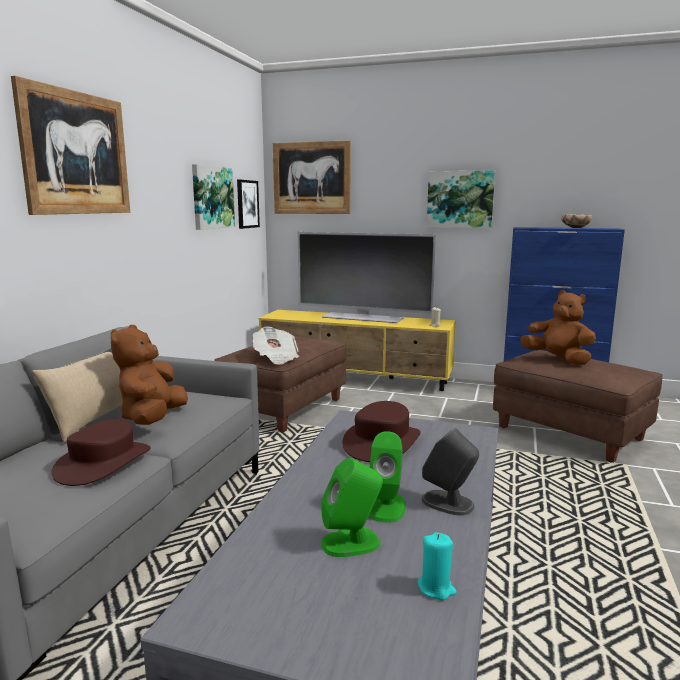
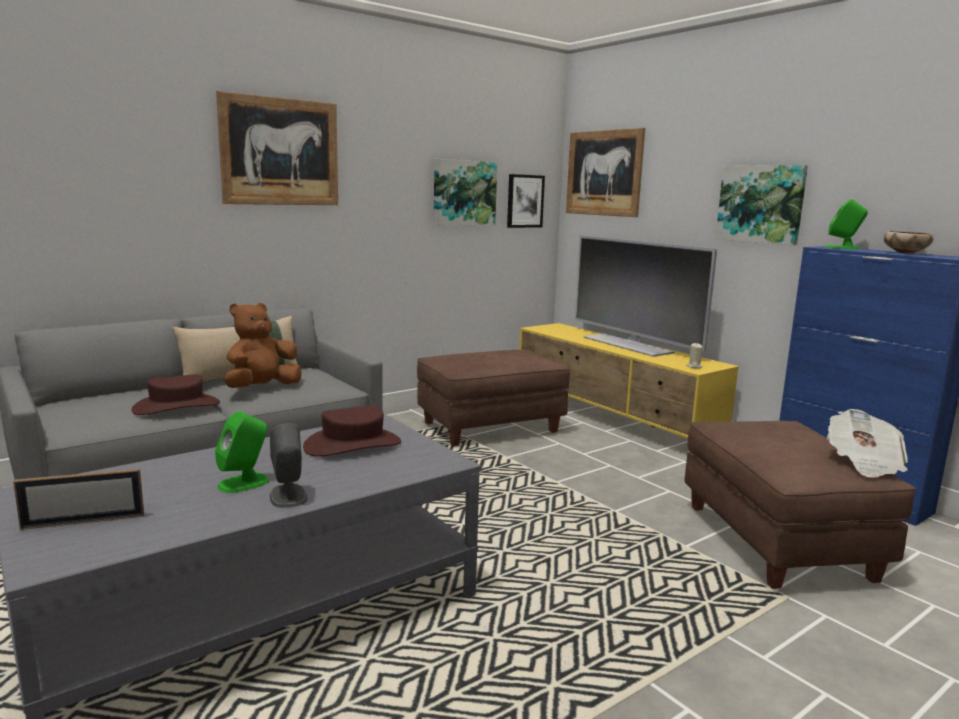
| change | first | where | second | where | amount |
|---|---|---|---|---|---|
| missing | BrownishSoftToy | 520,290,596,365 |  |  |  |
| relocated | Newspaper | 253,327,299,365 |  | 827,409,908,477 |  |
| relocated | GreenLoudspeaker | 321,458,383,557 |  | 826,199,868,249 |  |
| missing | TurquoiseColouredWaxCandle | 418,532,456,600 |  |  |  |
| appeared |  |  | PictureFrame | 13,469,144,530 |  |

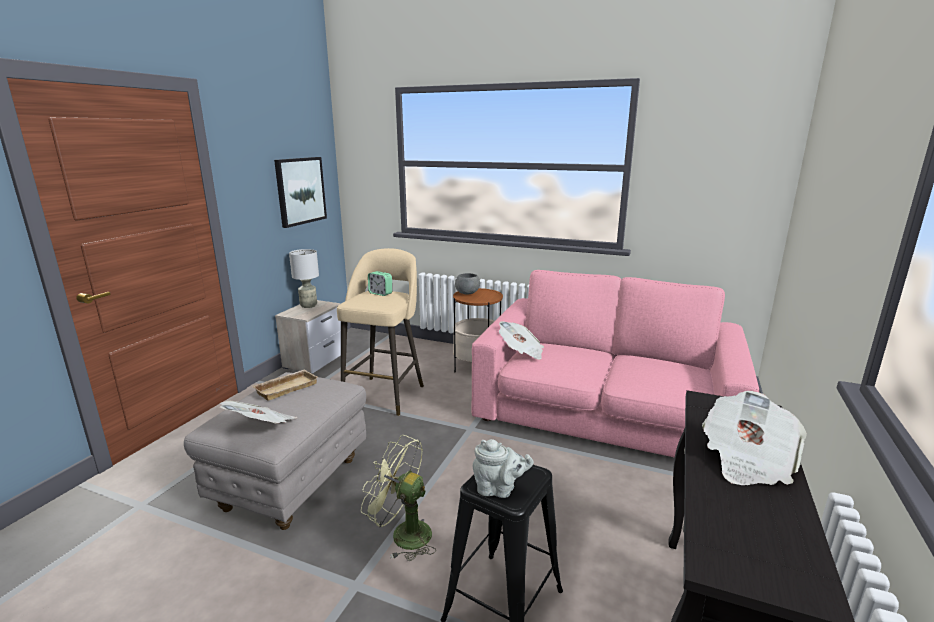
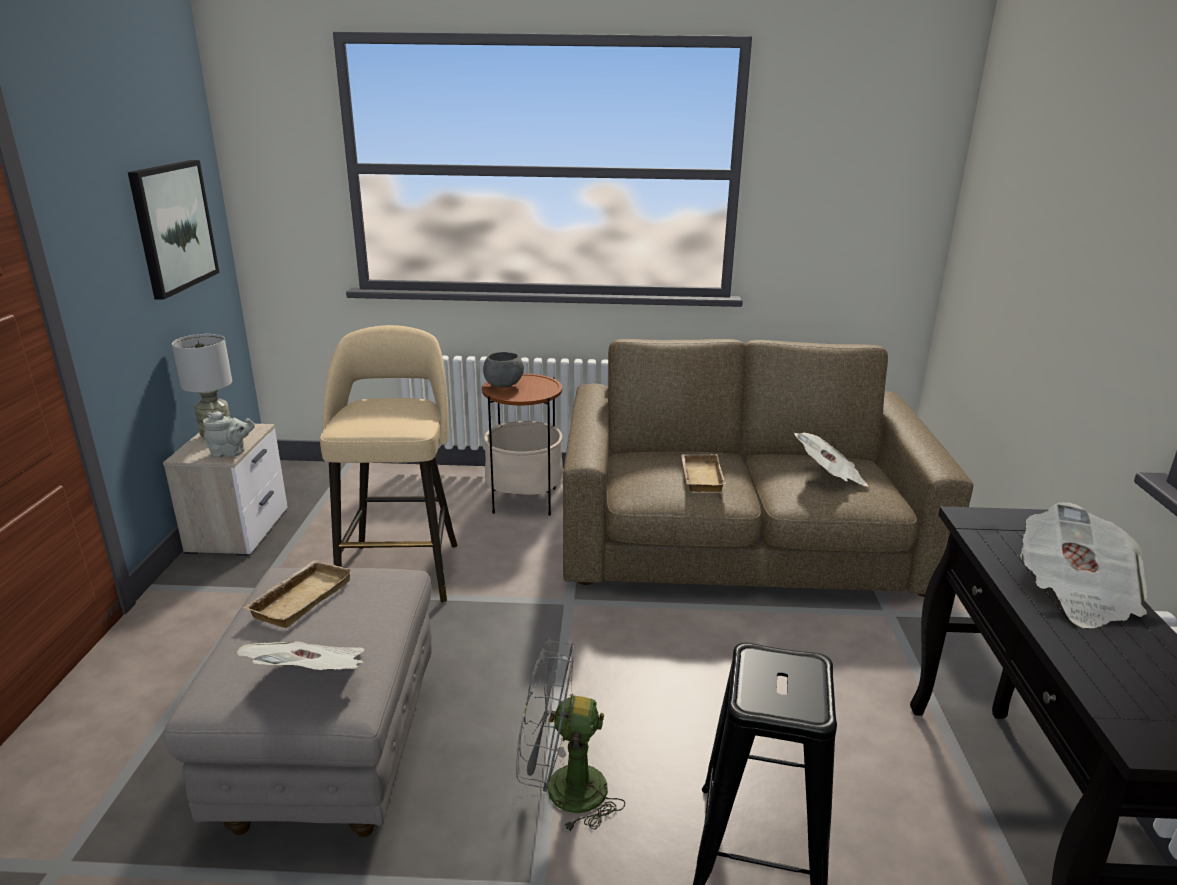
| change | first | where | second | where | amount |
|---|---|---|---|---|---|
| colour | PinkSettee | 472,270,759,458 | BrownishSettee | 563,339,973,597 |  |
| missing | AlarmClock | 368,271,392,296 |  |  |  |
| relocated | Newspaper | 499,321,544,360 |  | 794,433,869,486 |  |
| colour | GreenElectricFan | 361,435,436,561 | GrayElectricFan | 516,641,625,833 |  |
| relocated | GrayPotForTea | 473,439,534,498 |  | 203,411,255,458 |  |
| appeared |  |  | BeigeColouredServingTray | 681,454,726,492 |  |

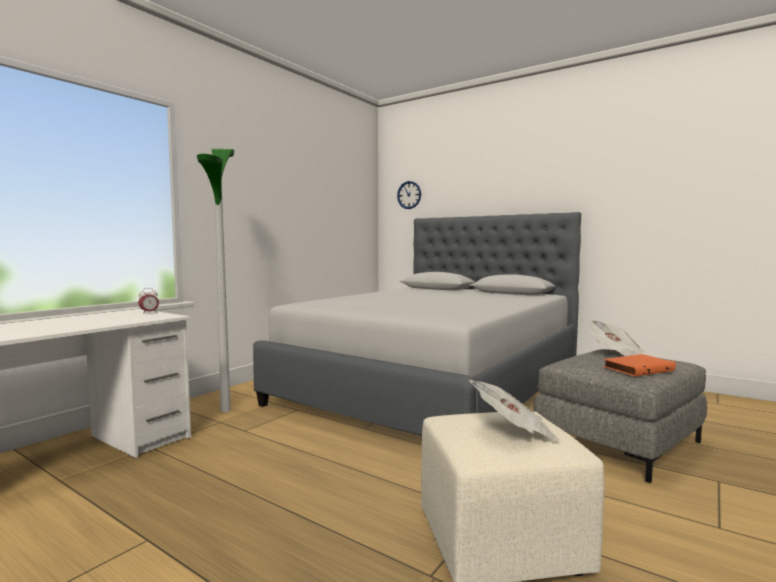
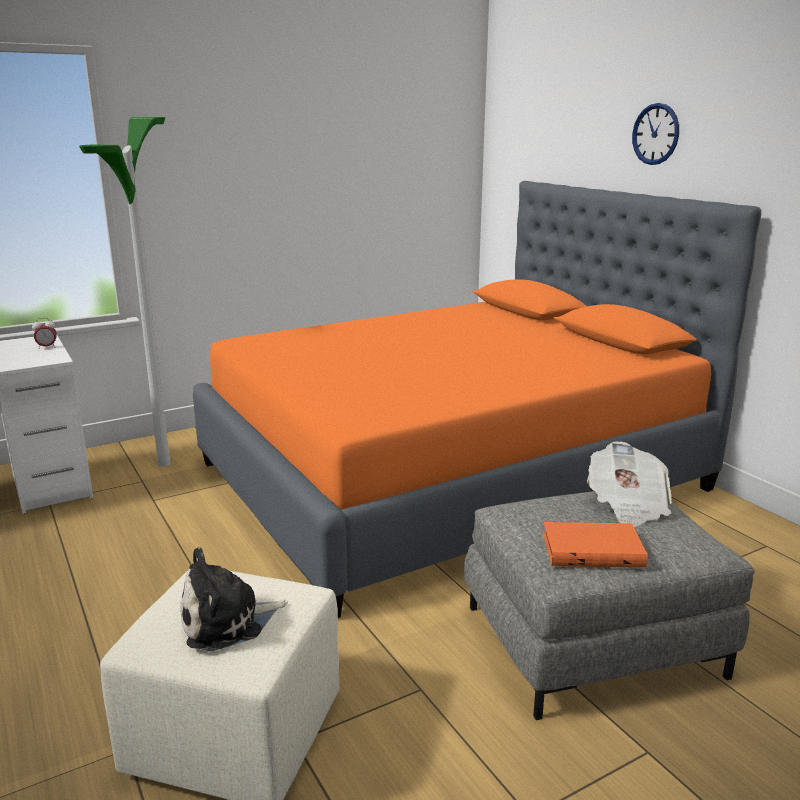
| change | first | where | second | where | amount |
|---|---|---|---|---|---|
| relocated | ClockOnTheWall | 397,181,421,209 |  | 632,103,679,165 |  |
| colour | GraySleepingBed | 253,212,581,436 | OrangeColouredSleepingBed | 193,181,761,618 |  |
| exchanged | Newspaper | 469,380,560,441 | SoftToy | 180,547,288,651 |  |

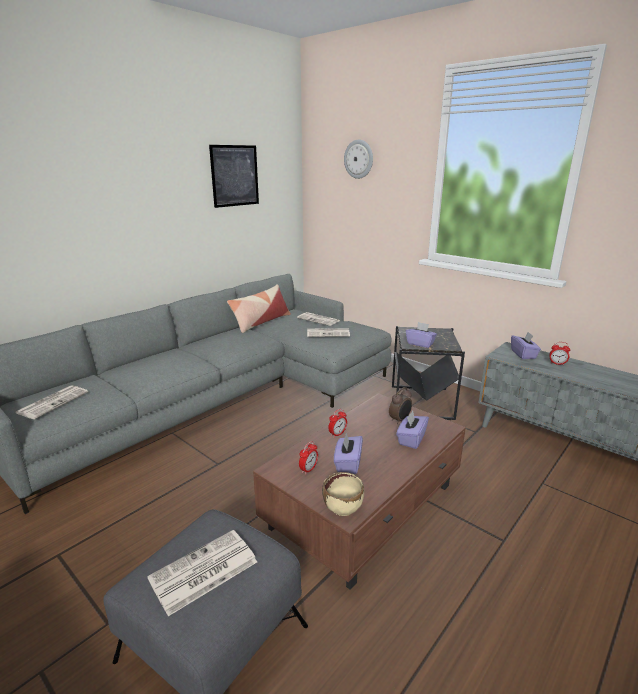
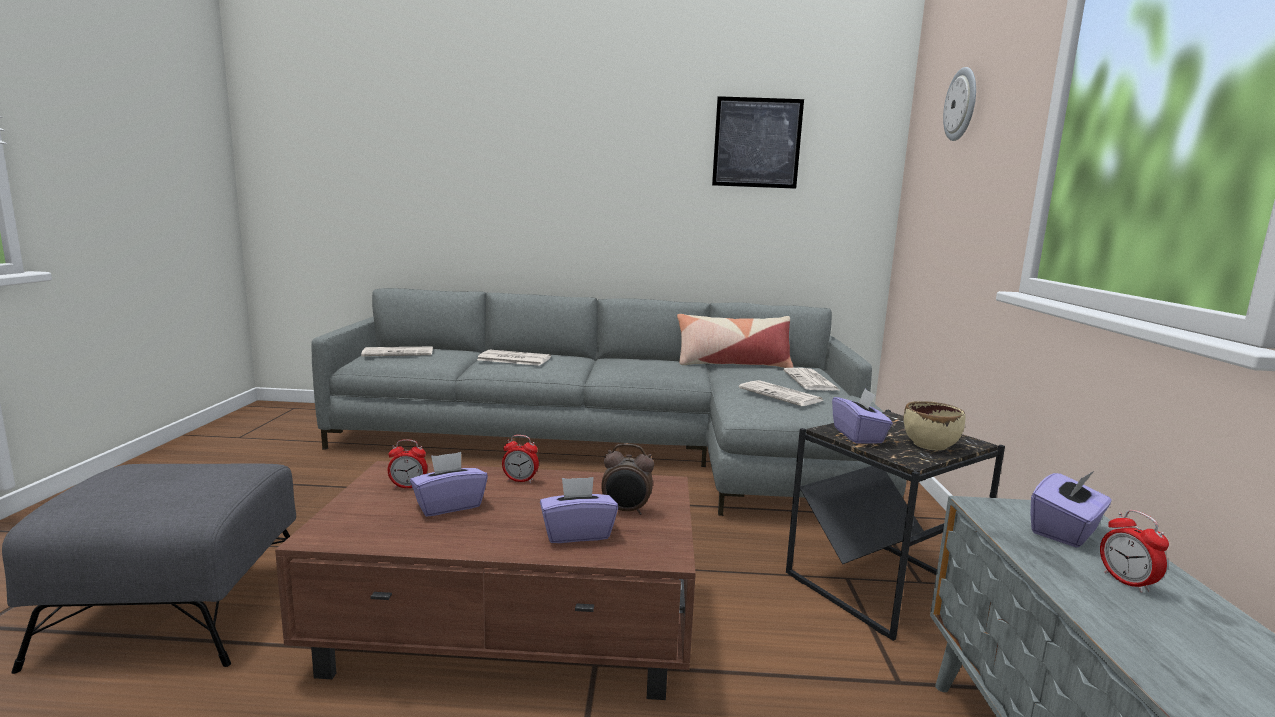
| change | first | where | second | where | amount |
|---|---|---|---|---|---|
| relocated | BeigeColouredDeepDish | 322,472,364,516 |  | 903,401,965,451 |  |
| relocated | Newspaper | 147,530,257,616 |  | 477,350,551,366 |  |

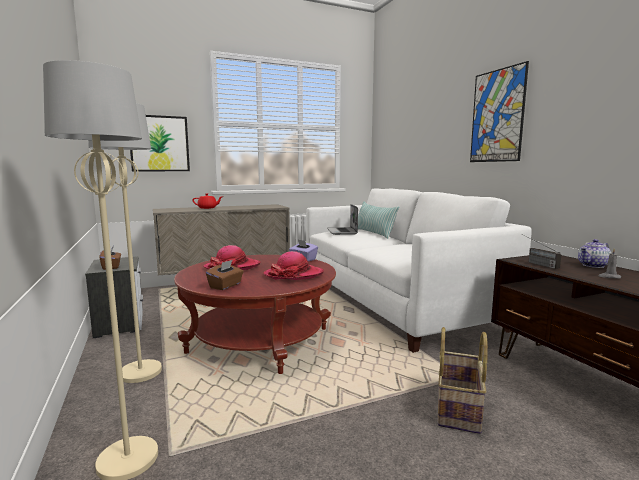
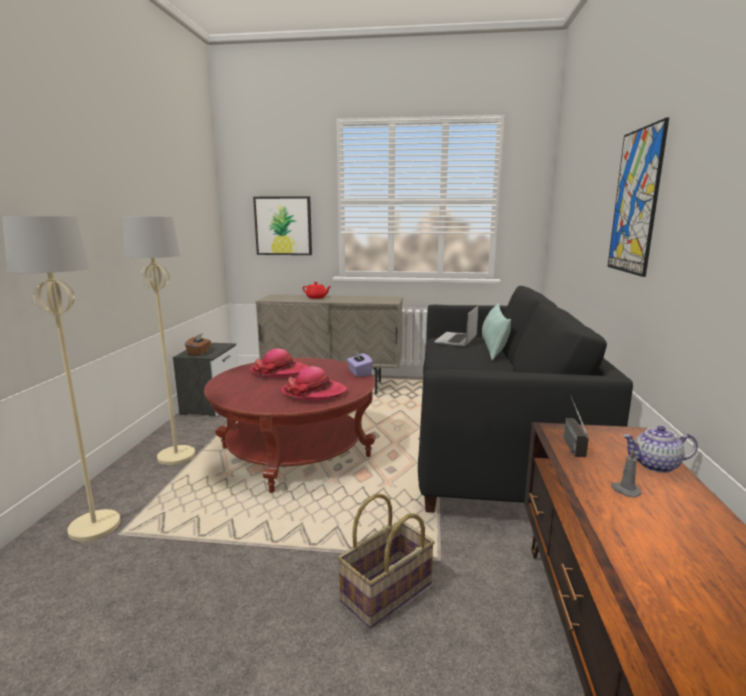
| change | first | where | second | where | amount |
|---|---|---|---|---|---|
| colour | WhiteColouredSettee | 306,188,532,353 | BlackishSettee | 418,286,633,513 |  |
| missing | BrownishTissueHolder | 206,260,244,290 |  |  |  |

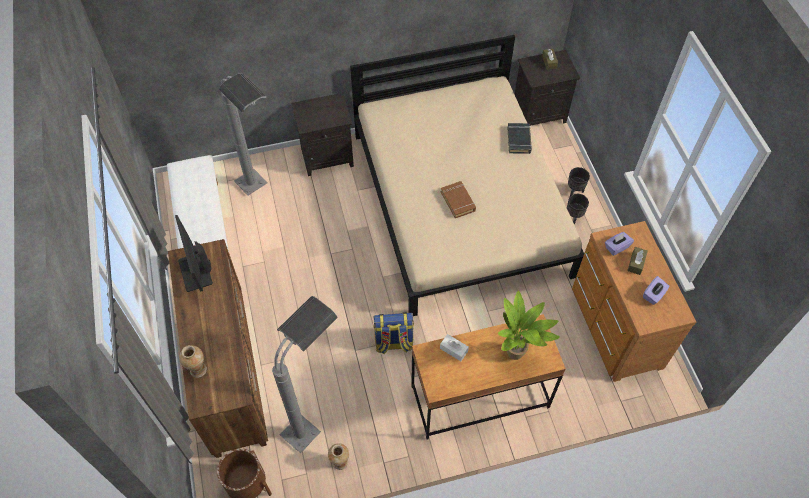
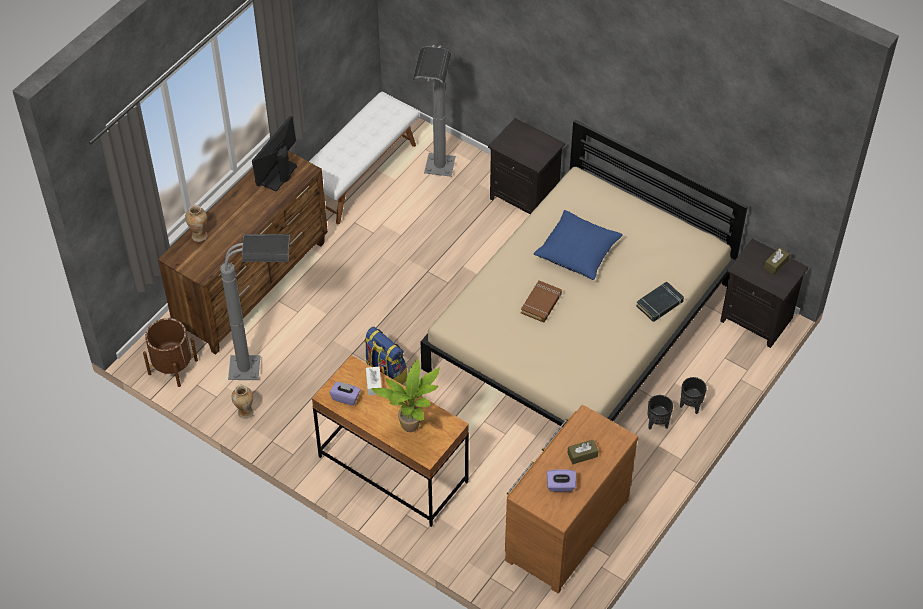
| change | first | where | second | where | amount |
|---|---|---|---|---|---|
| relocated | PurpleColouredTissueHolder | 605,232,634,256 |  | 330,382,361,406 |  |
| appeared |  |  | BlueColouredThrowPillow | 533,210,623,280 |  |

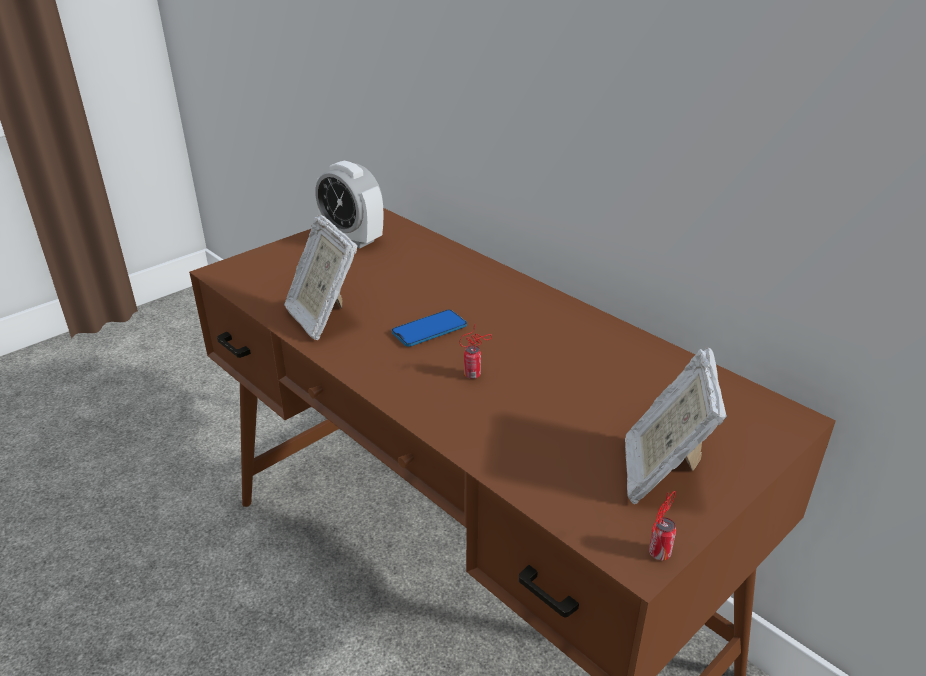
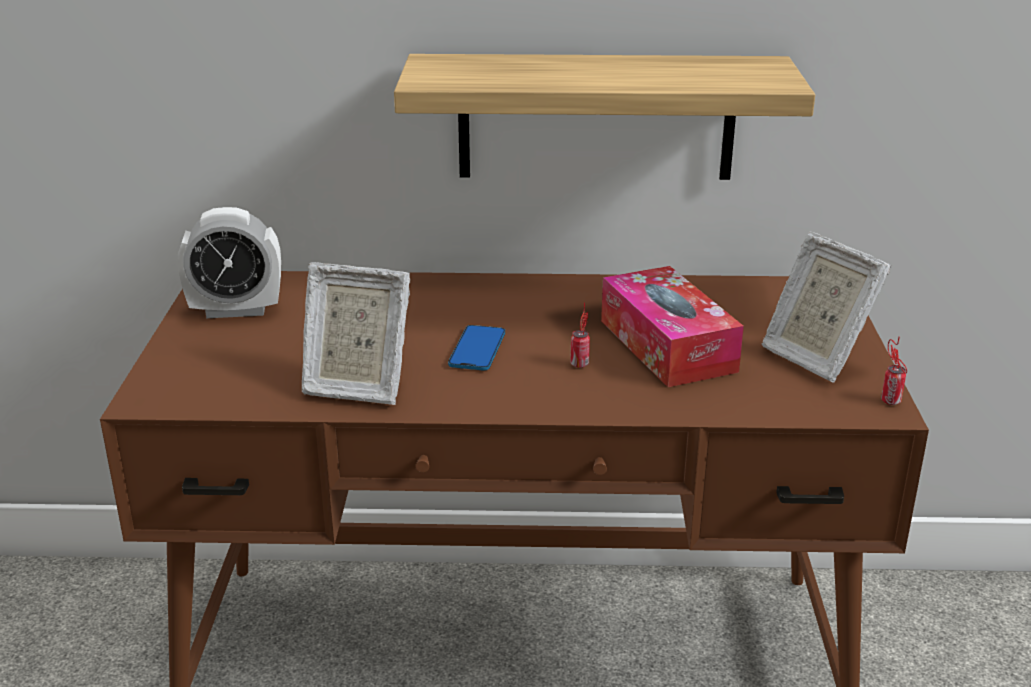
| change | first | where | second | where | amount |
|---|---|---|---|---|---|
| appeared |  |  | BracketShelf | 394,54,815,180 |  |
| appeared |  |  | TissueHolder | 601,266,744,387 |  |

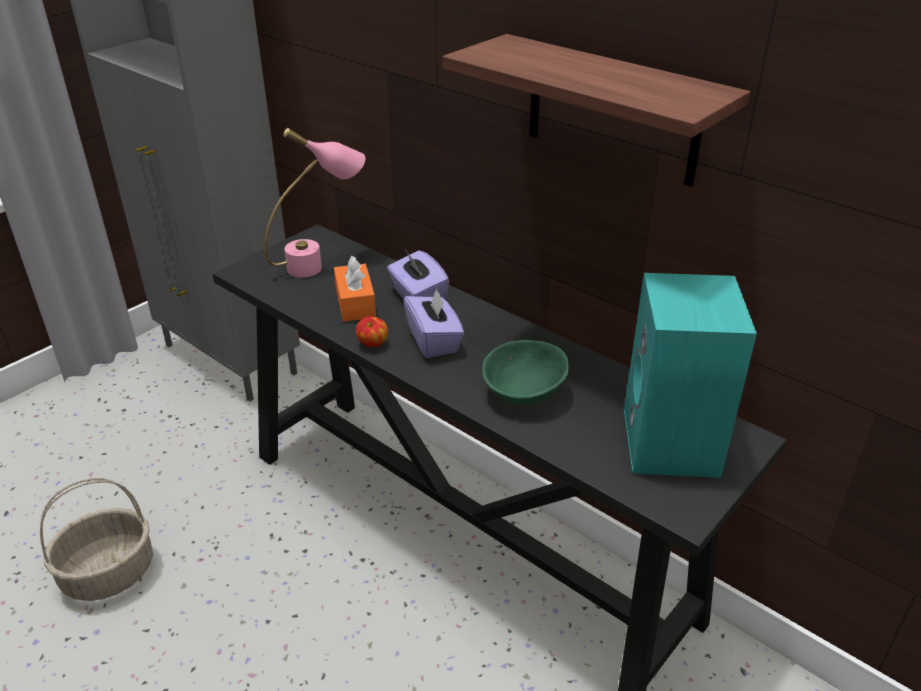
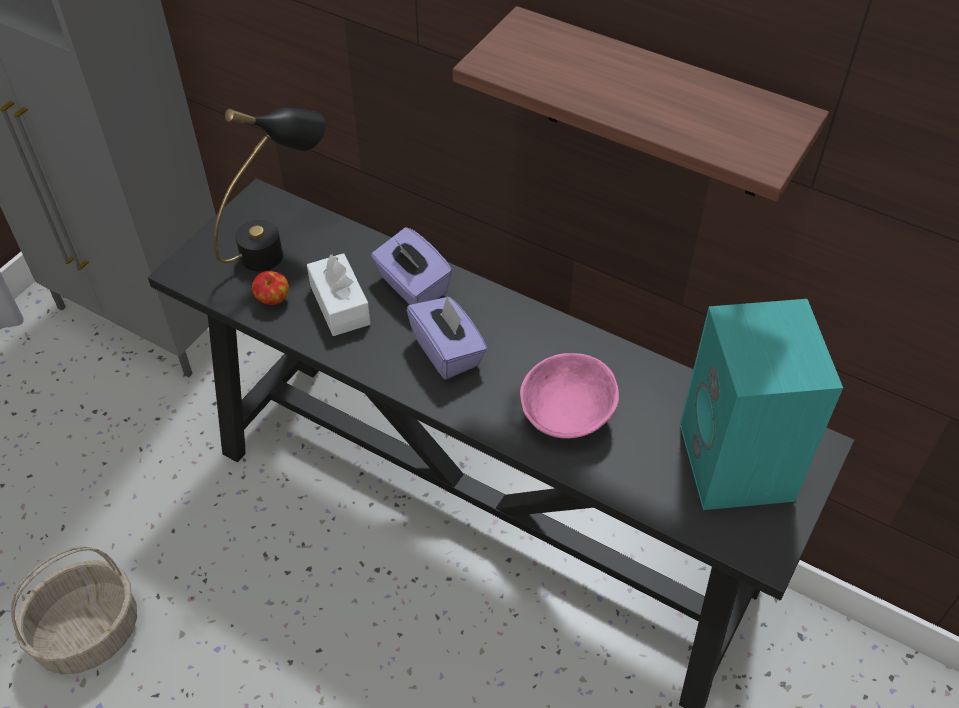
| change | first | where | second | where | amount |
|---|---|---|---|---|---|
| colour | PinkLampForATable | 264,128,365,278 | BlackishLampForATable | 214,108,325,272 |  |
| colour | OrangeColouredTissueHolder | 334,255,376,322 | WhiteColouredTissueHolder | 307,253,371,336 |  |
| relocated | WholeApple | 356,316,388,347 |  | 252,271,289,305 |  |
| colour | GreenDeepDish | 482,340,569,404 | PinkDeepDish | 520,353,619,439 |  |

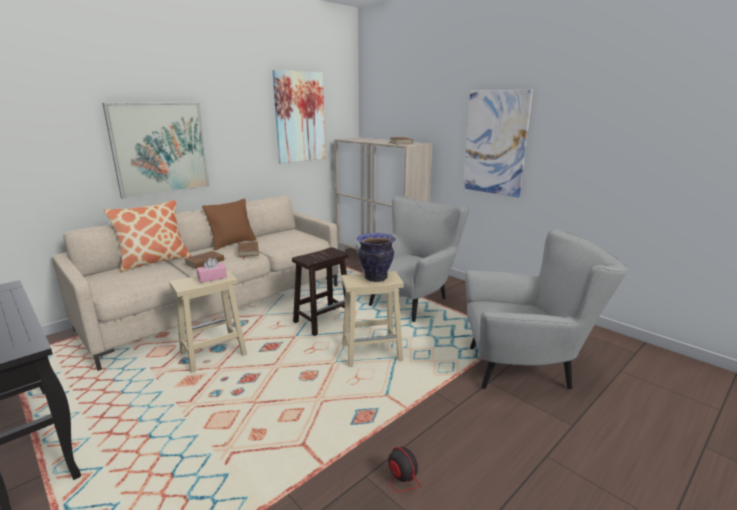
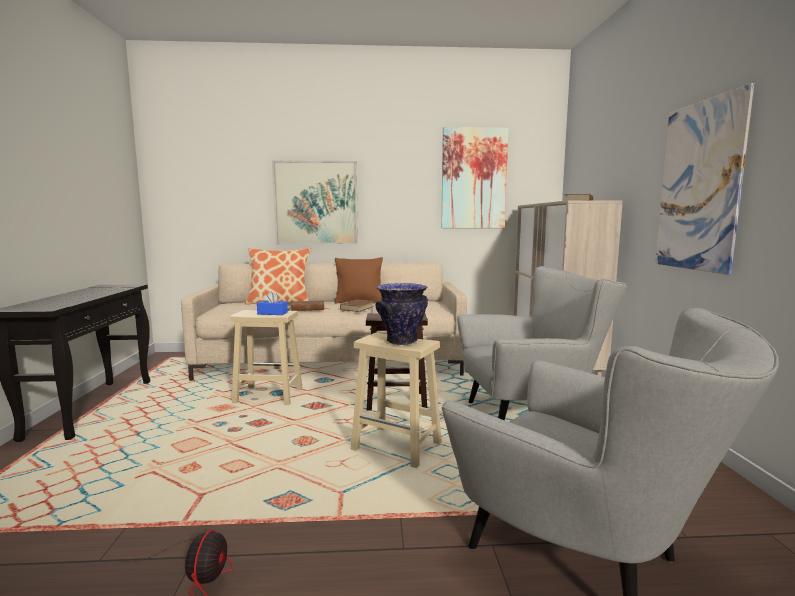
| change | first | where | second | where | amount |
|---|---|---|---|---|---|
| colour | PinkTissueHolder | 196,258,227,283 | BlueColouredTissueHolder | 257,291,288,315 |  |

